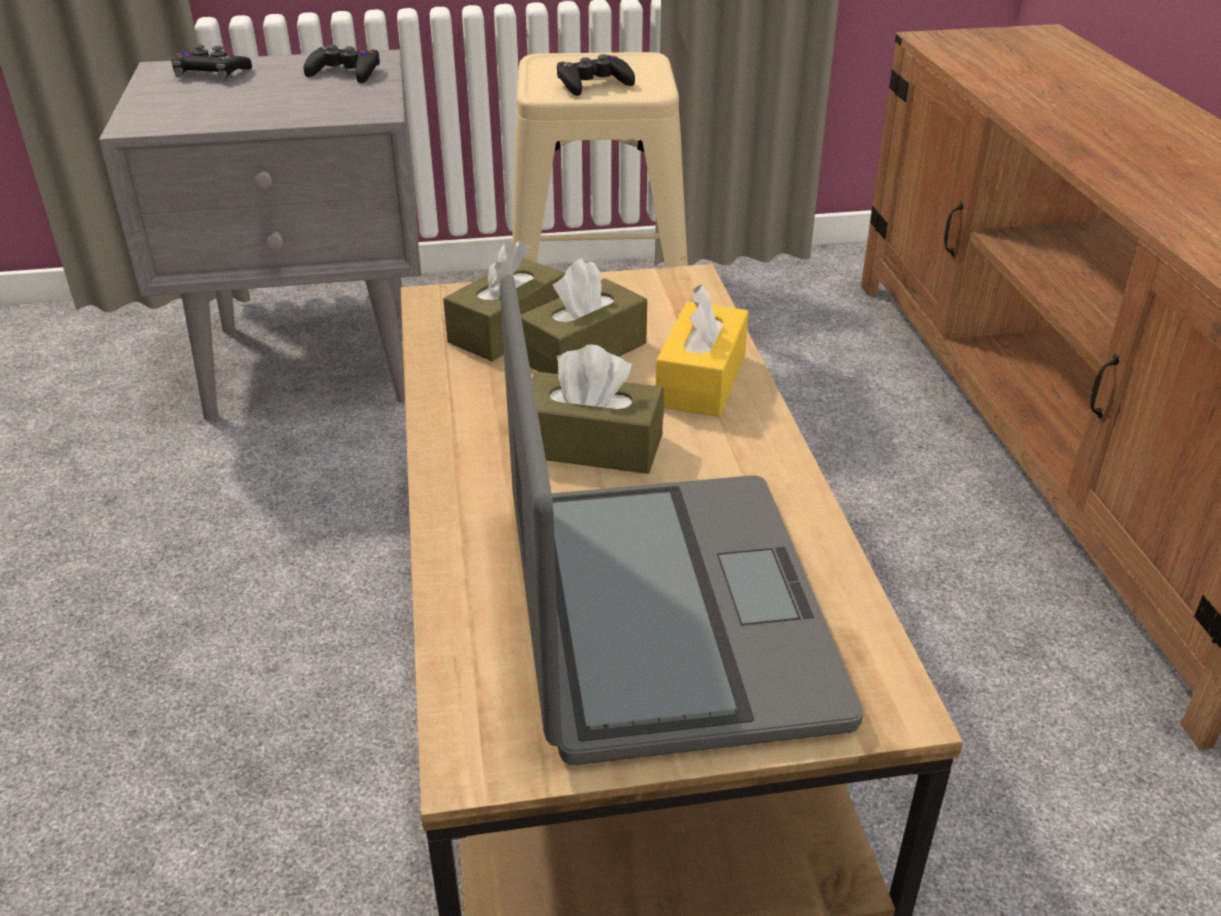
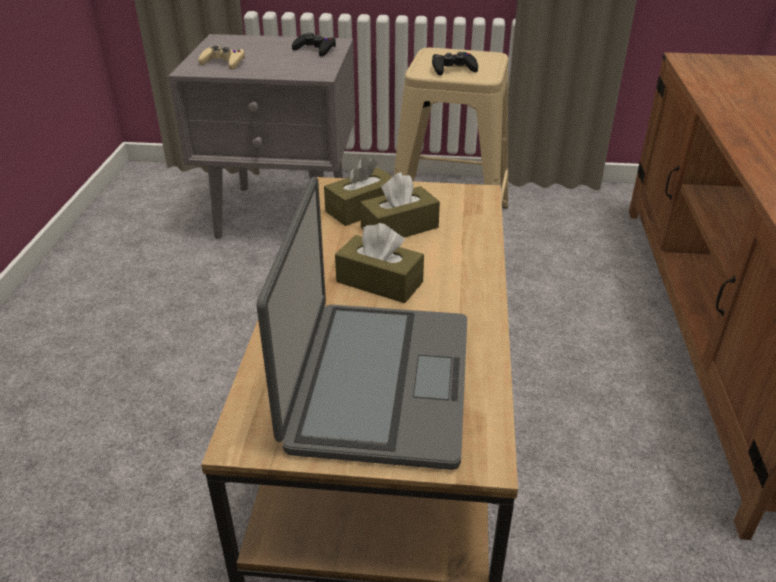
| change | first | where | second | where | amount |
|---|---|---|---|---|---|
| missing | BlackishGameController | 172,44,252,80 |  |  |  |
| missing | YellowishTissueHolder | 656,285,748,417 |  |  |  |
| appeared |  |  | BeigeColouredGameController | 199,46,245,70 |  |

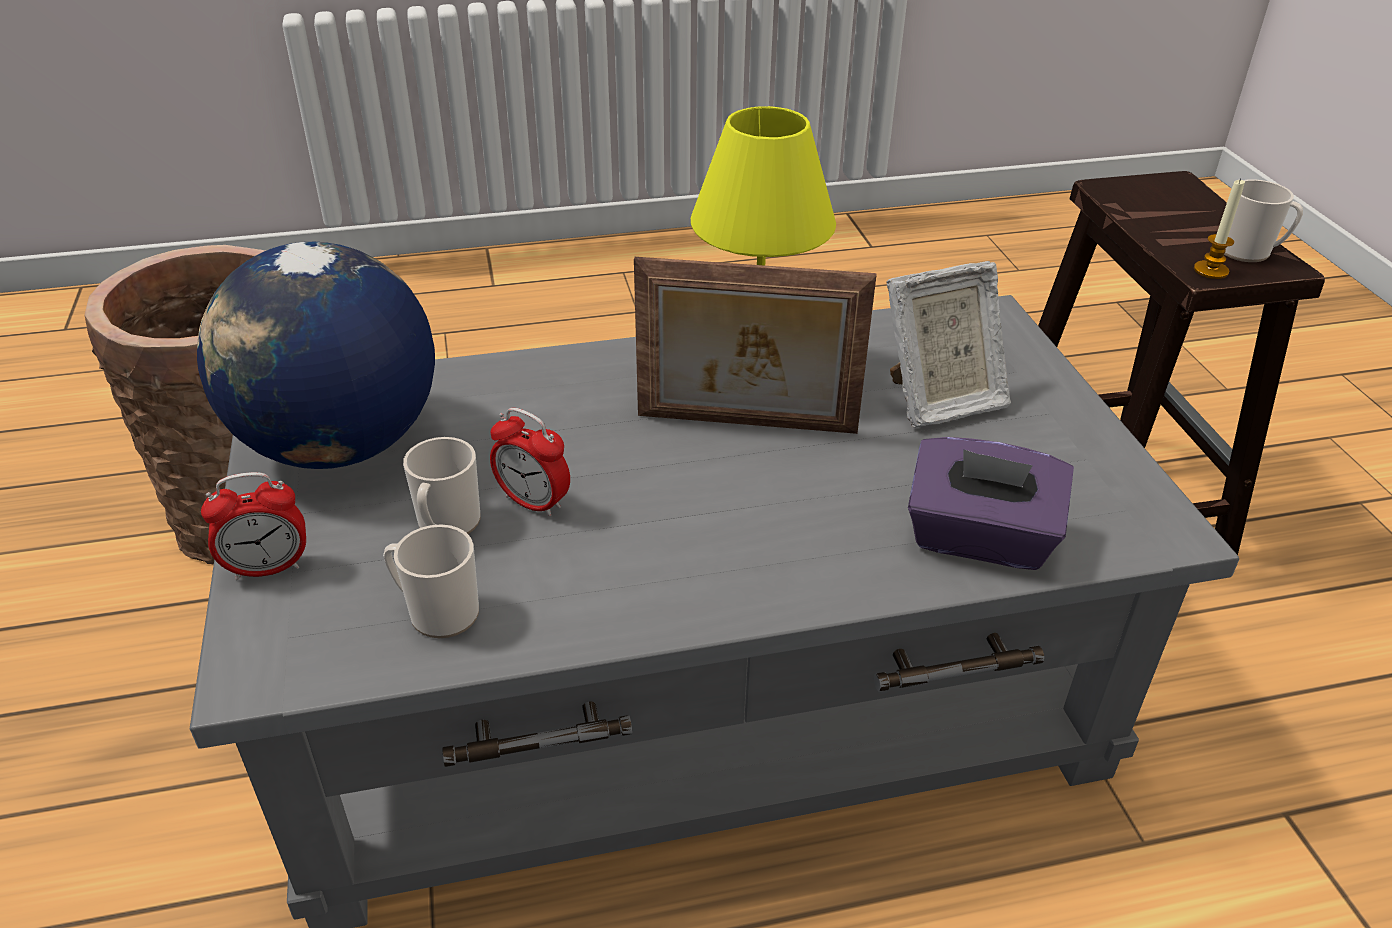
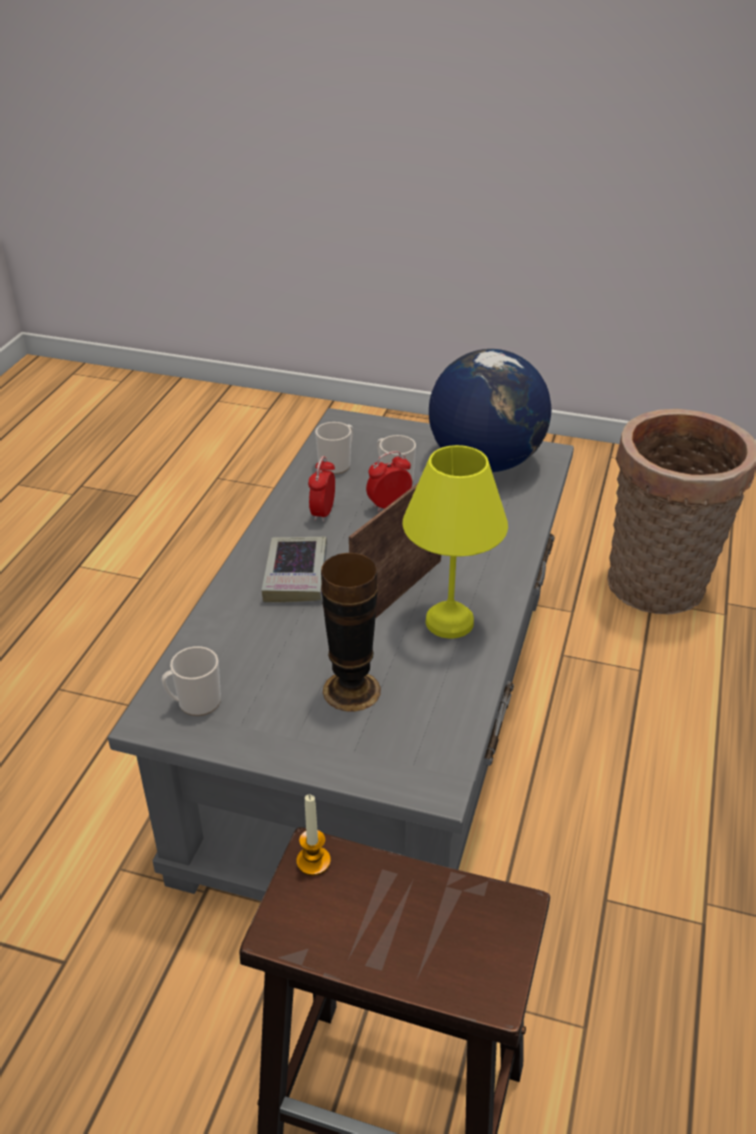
| change | first | where | second | where | amount |
|---|---|---|---|---|---|
| relocated | Mug | 1224,179,1303,262 |  | 161,646,221,716 |  |
| exchanged | PictureFrame | 887,261,1011,428 | FlowerVase | 321,553,381,712 |  |
| missing | PurpleColouredTissueHolder | 908,437,1074,570 |  |  |  |
| relocated | AlarmClock | 201,472,306,580 |  | 308,456,335,522 |  |
| appeared |  |  | Volume | 261,537,327,603 |  |

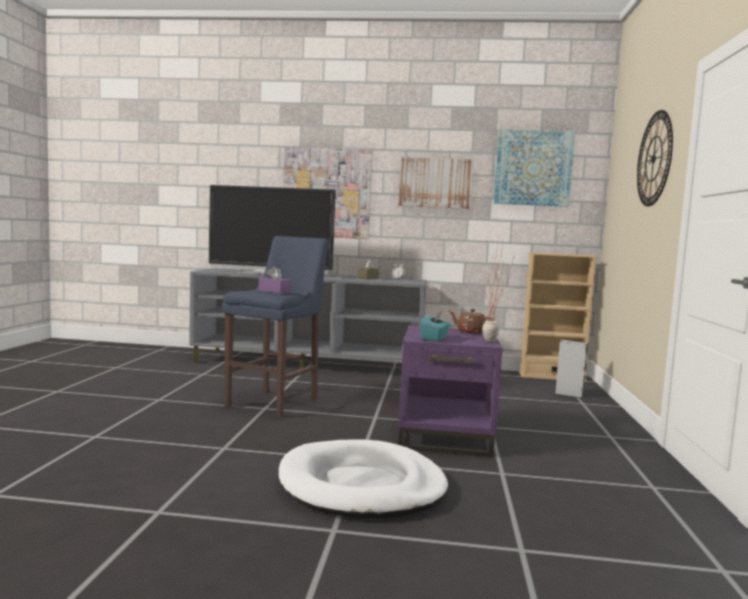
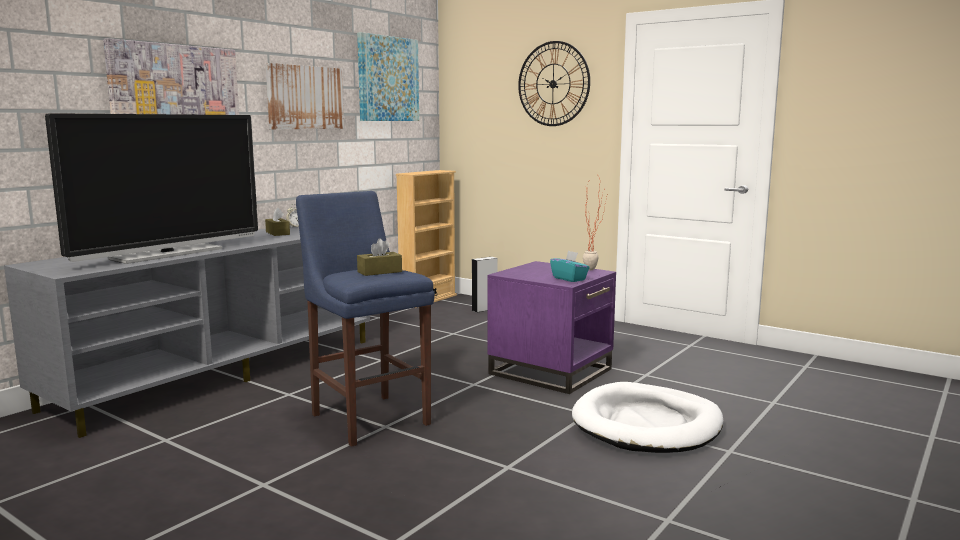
| change | first | where | second | where | amount |
|---|---|---|---|---|---|
| colour | PurpleColouredTissueHolder | 258,266,291,294 | BrownishTissueHolder | 357,238,402,276 |  |
| missing | BrownishPotForTea | 449,309,494,334 |  |  |  |

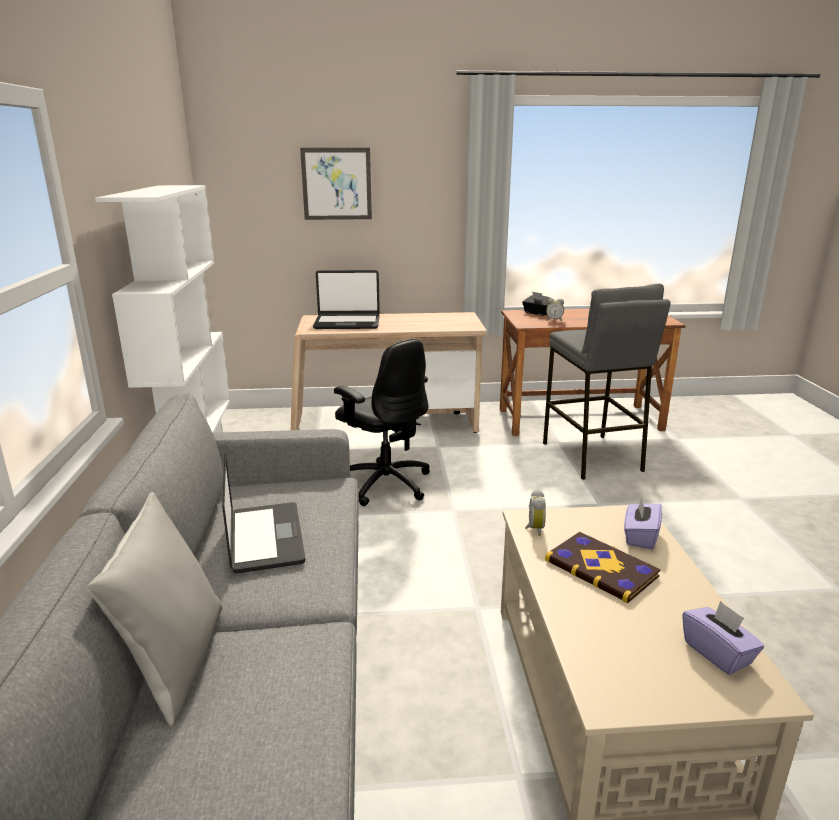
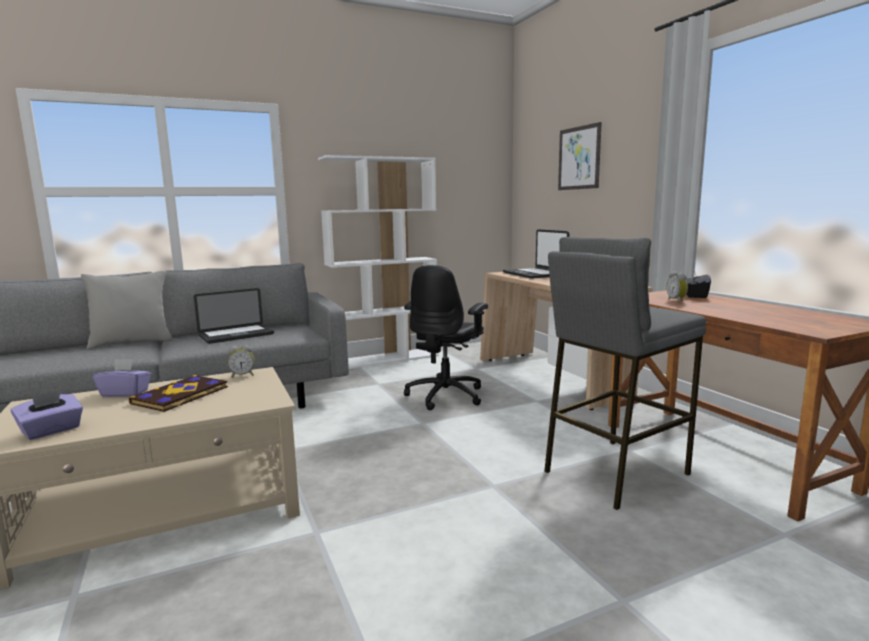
| change | first | where | second | where | amount |
|---|---|---|---|---|---|
| relocated | PurpleColouredTissueHolder | 624,496,662,550 |  | 92,359,151,397 |  |

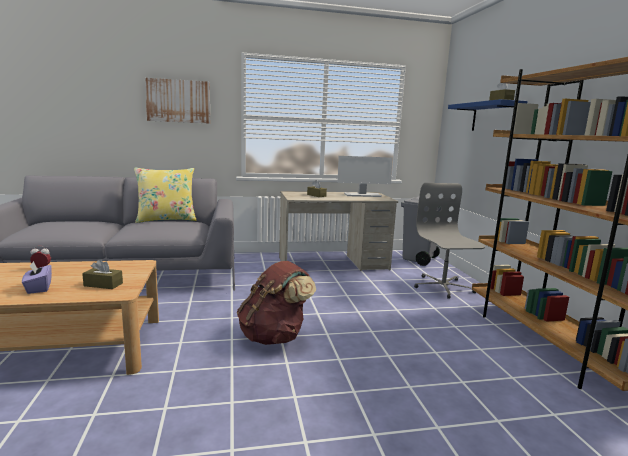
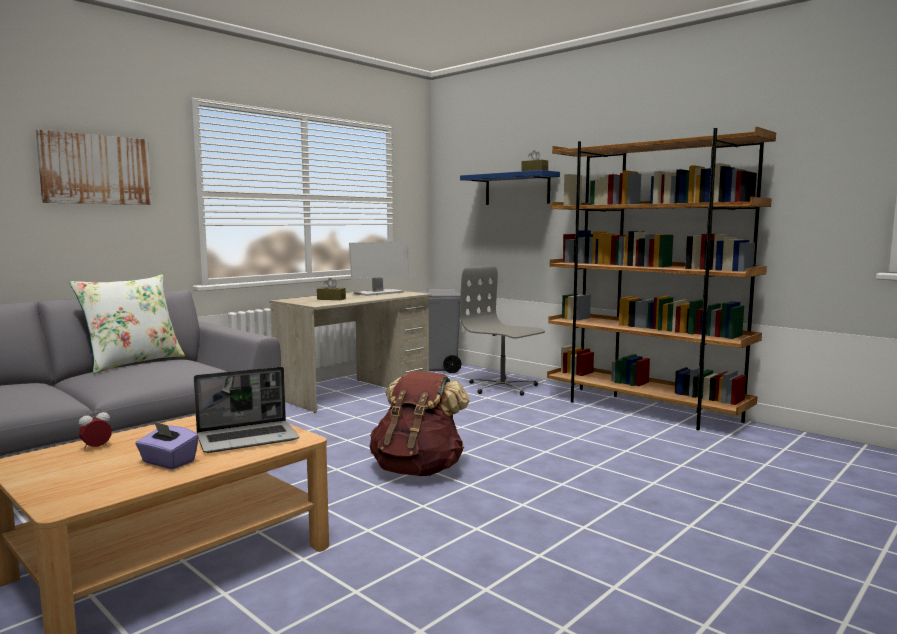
| change | first | where | second | where | amount |
|---|---|---|---|---|---|
| colour | YellowishThrowPillow | 134,167,197,223 | WhiteColouredThrowPillow | 70,275,185,374 |  |
| exchanged | BrownishTissueHolder | 82,259,123,289 | PortableComputer | 194,367,299,453 |  |

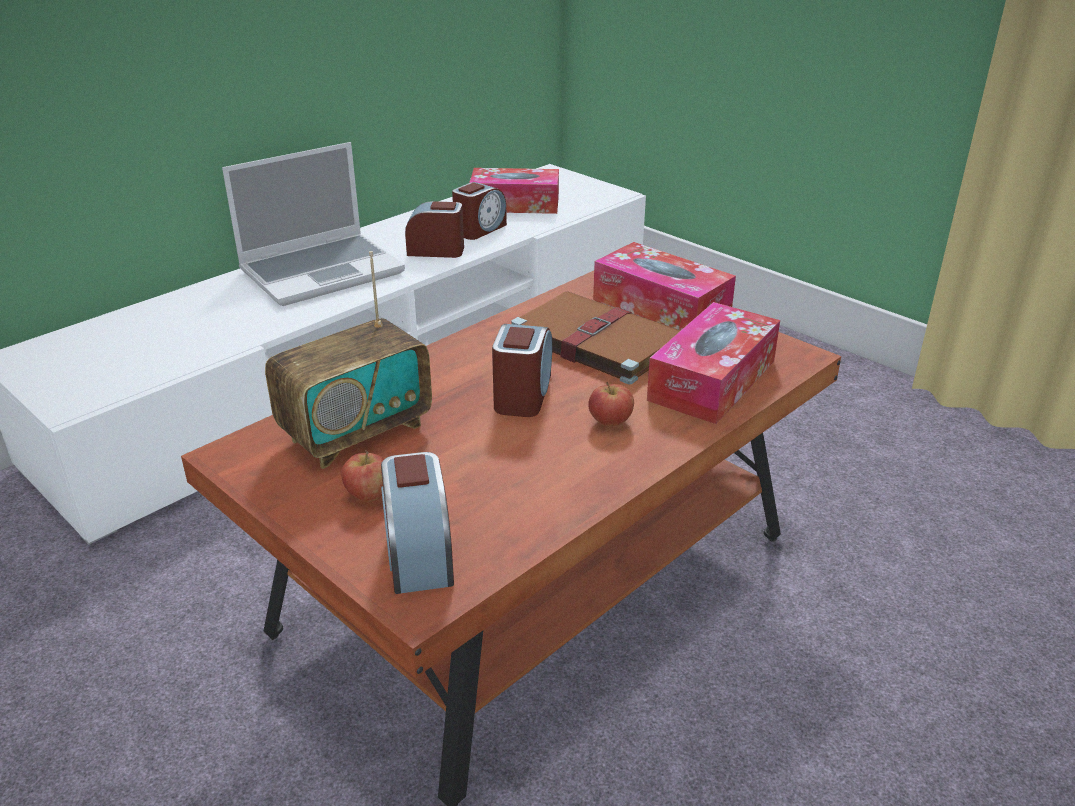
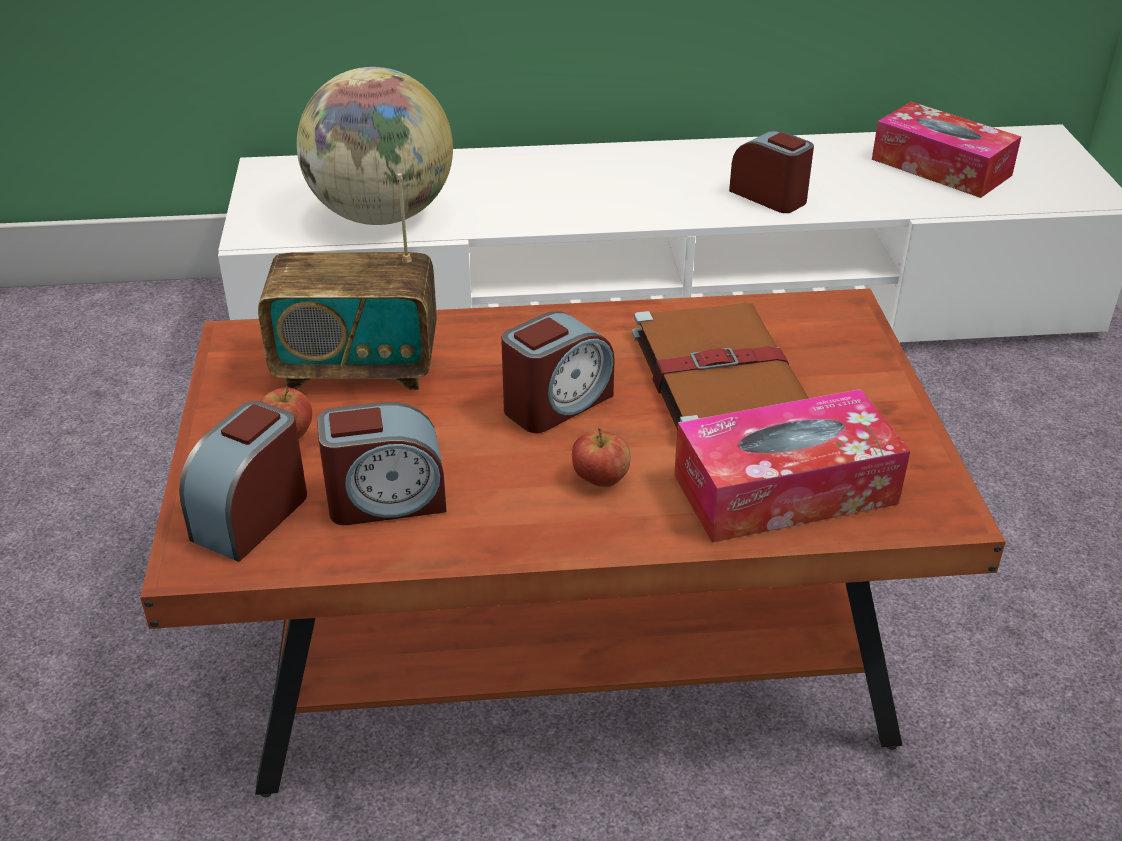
| change | first | where | second | where | amount |
|---|---|---|---|---|---|
| missing | PortableComputer | 222,142,405,306 |  |  |  |
| relocated | AlarmClock | 452,182,507,240 |  | 317,402,447,525 |  |
| missing | TissueHolder | 593,242,736,330 |  |  |  |
| appeared |  |  | Globe | 297,67,453,225 |  |

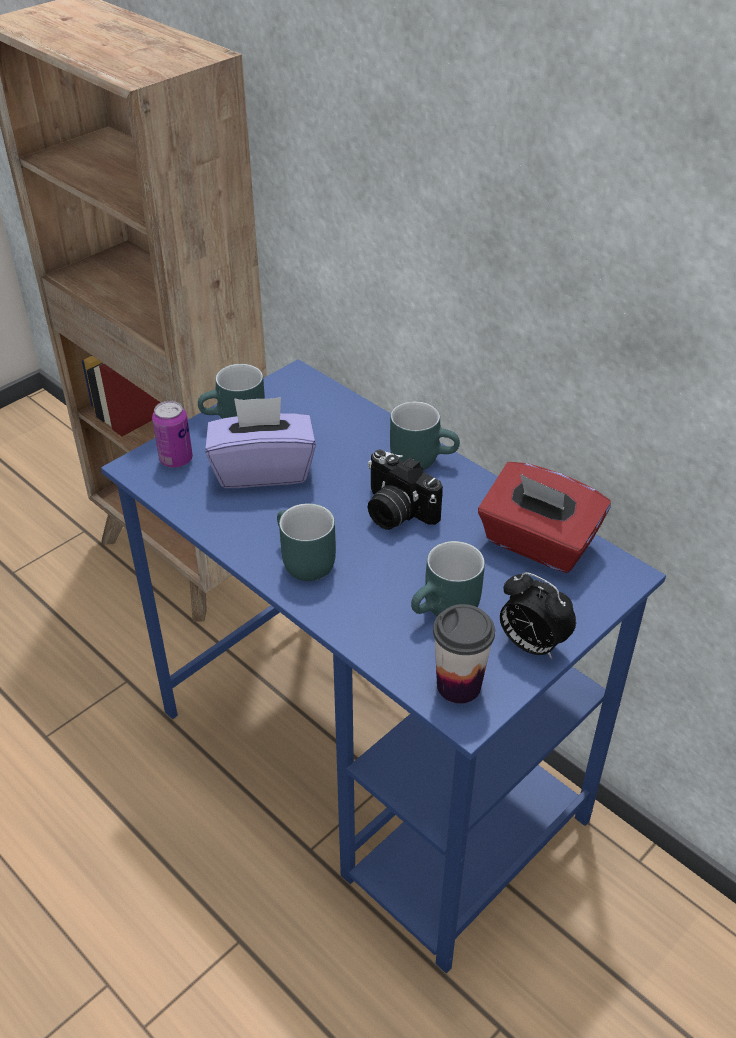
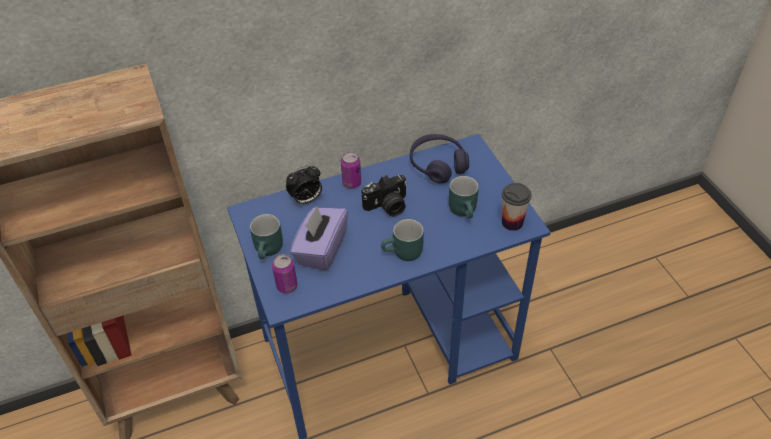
| change | first | where | second | where | amount |
|---|---|---|---|---|---|
| exchanged | TurquoiseColouredMug | 390,401,460,470 | Can | 341,152,361,189 |  |
| exchanged | RedTissueHolder | 478,462,611,573 | PurpleColouredPairOfHeadphones | 410,134,469,183 |  |
| relocated | AlarmClock | 500,572,576,659 |  | 286,165,322,204 |  |

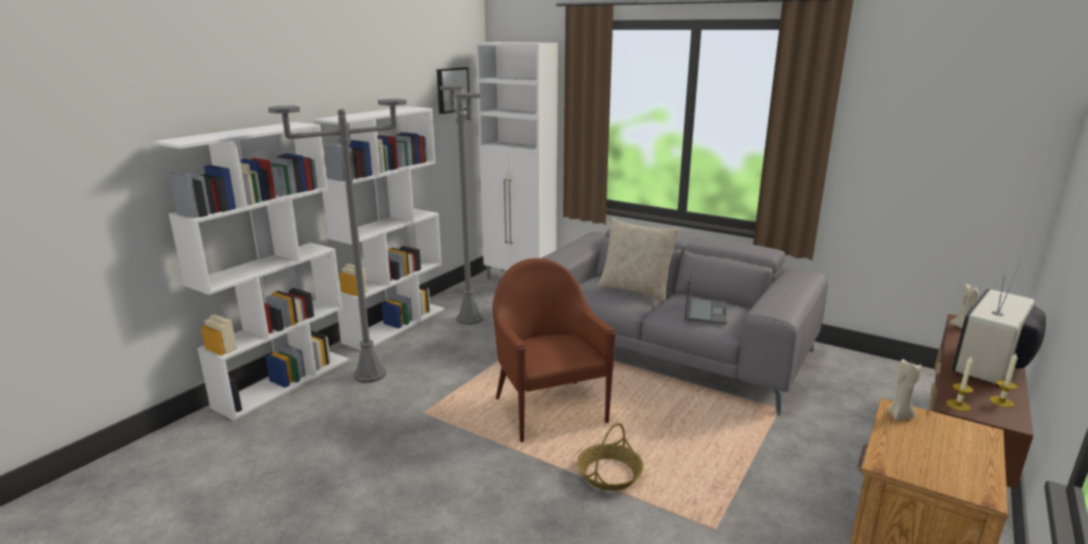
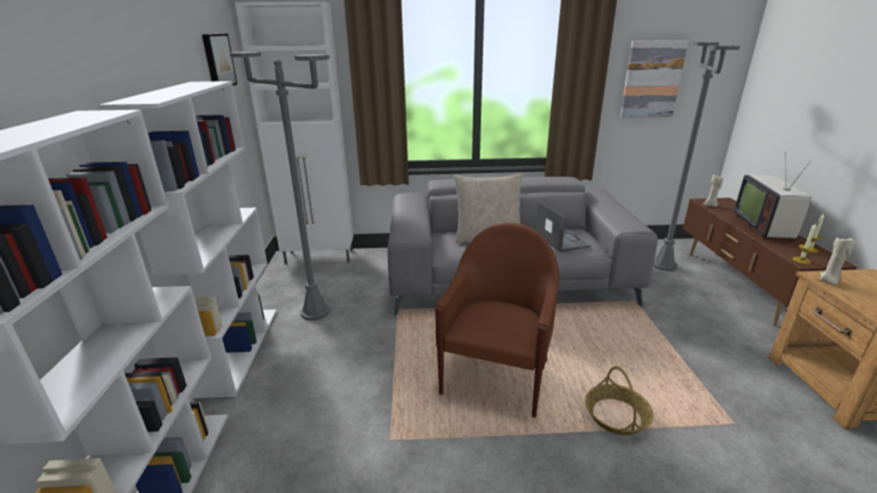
| change | first | where | second | where | amount |
|---|---|---|---|---|---|
| relocated | GrayFloorLamp | 268,99,407,383 |  | 653,42,740,271 |  |
| spun | BrownishArmchair | 492,258,616,442 |  | 435,223,559,418 | 75 degrees clockwise |
| appeared |  |  | Picture | 620,40,688,118 |  |

